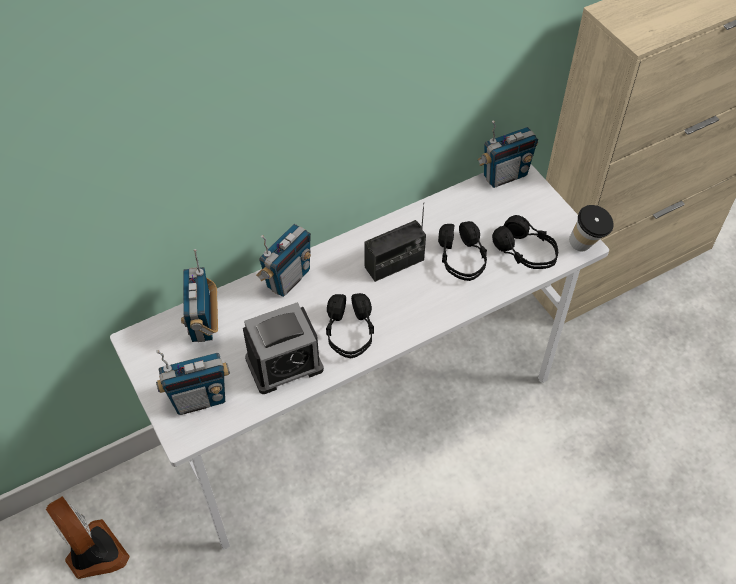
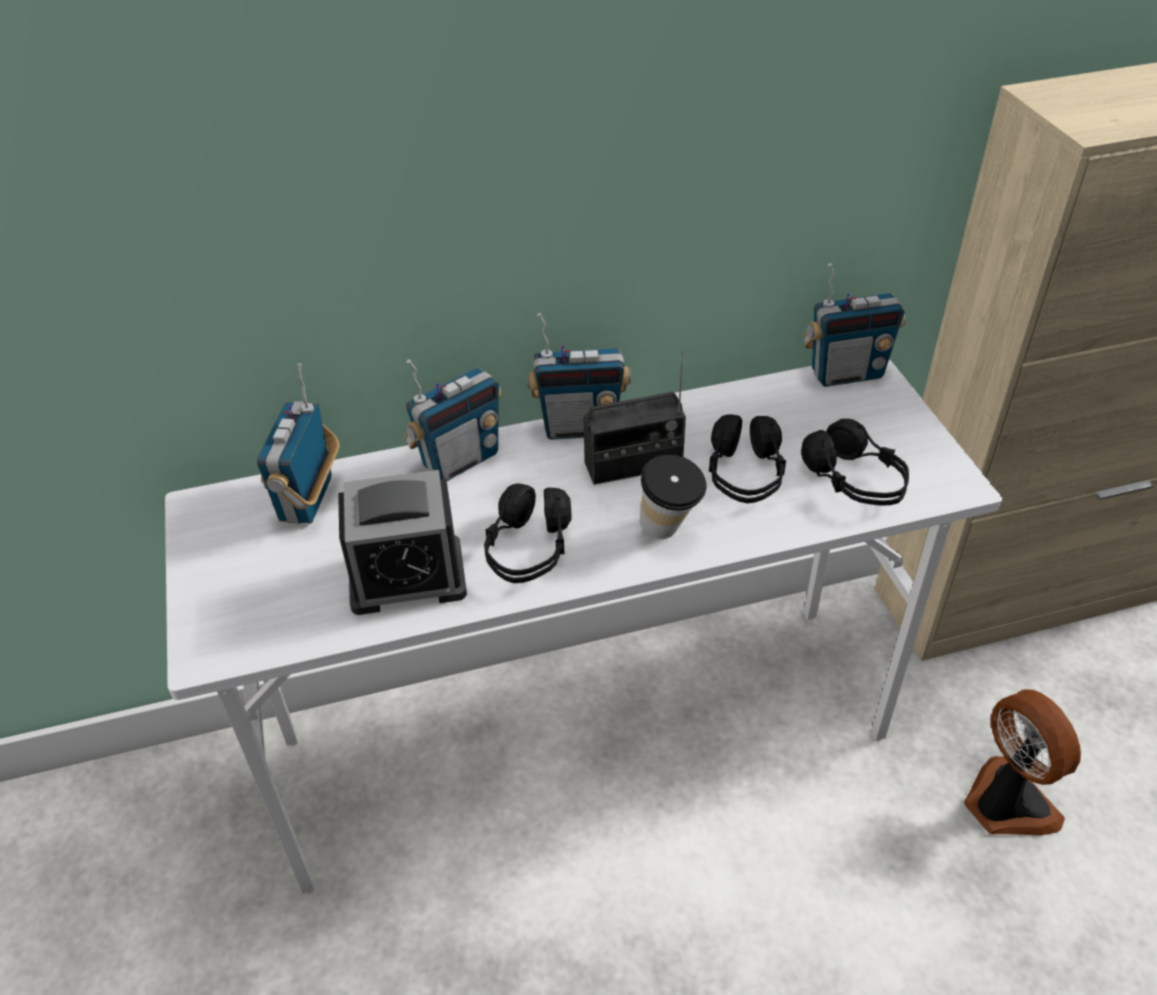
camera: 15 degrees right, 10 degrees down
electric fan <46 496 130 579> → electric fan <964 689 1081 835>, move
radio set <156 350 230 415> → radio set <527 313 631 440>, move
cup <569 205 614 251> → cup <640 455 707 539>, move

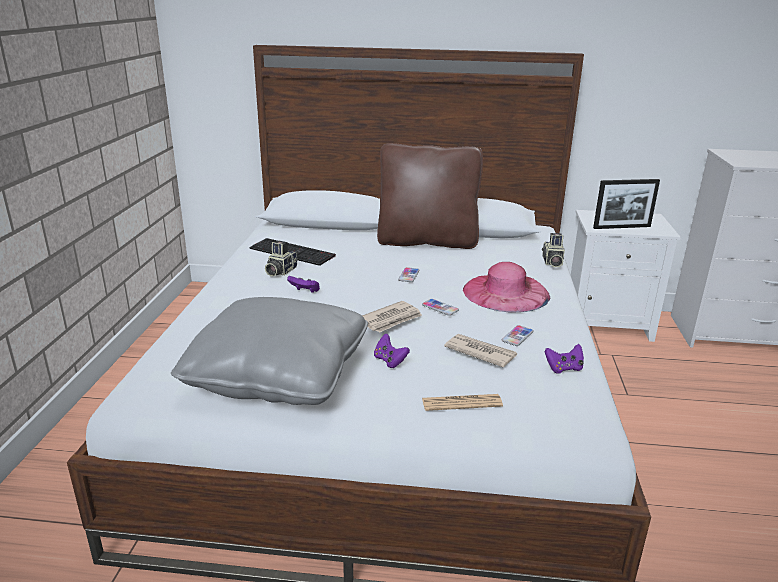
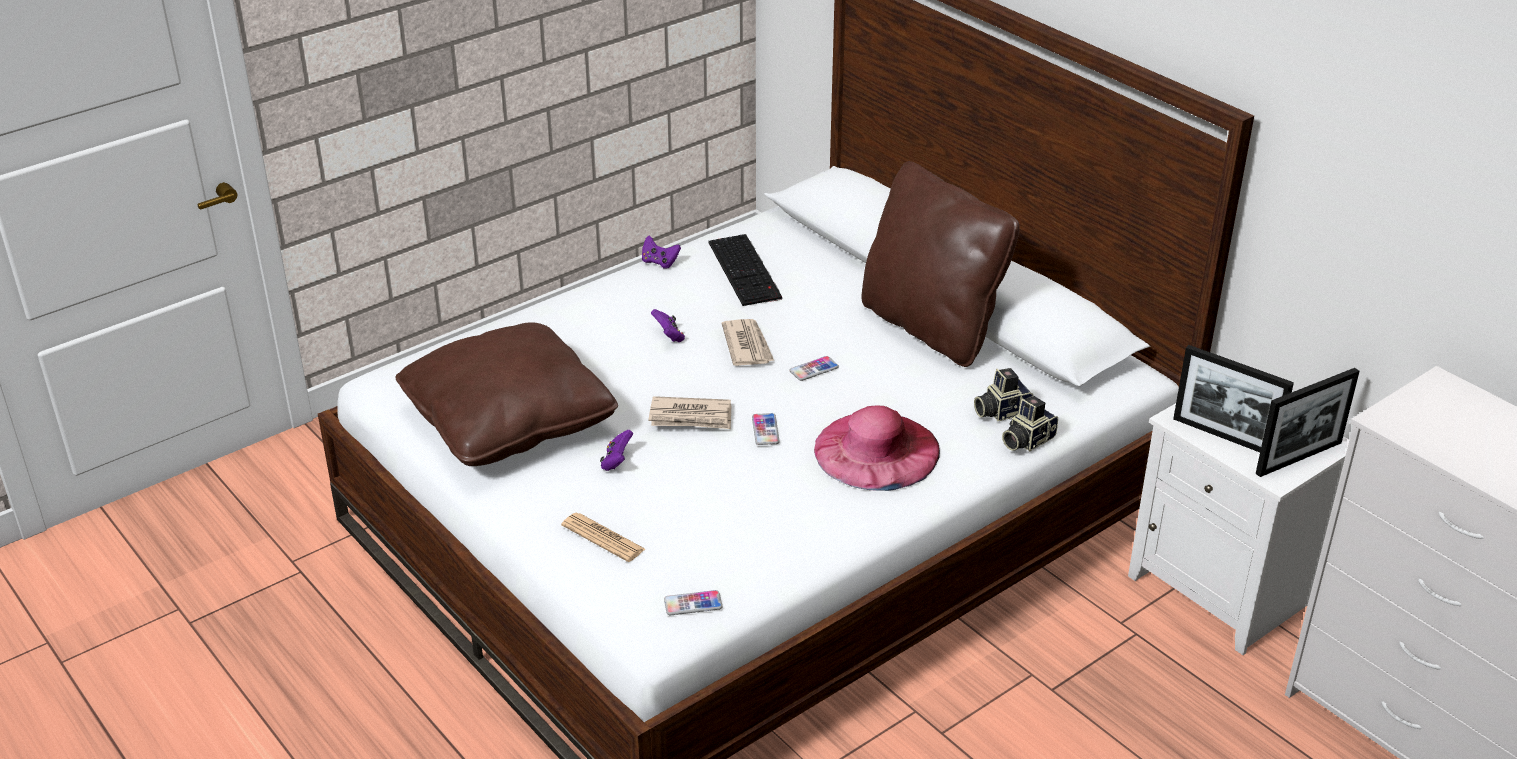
camera: 45 degrees right, 10 degrees up
greyish cushion <171 297 368 405> → brown-coloured cushion <395 322 618 466>
photo camera <265 241 297 276> → photo camera <974 368 1033 421>, move
newspaper <444 334 517 368> → newspaper <722 319 774 366>, move
handset <501 325 534 346> → handset <664 590 722 615>, move
purple game controller <544 344 584 374> → purple game controller <642 236 681 269>, move
- → picture frame <1256 368 1360 477>

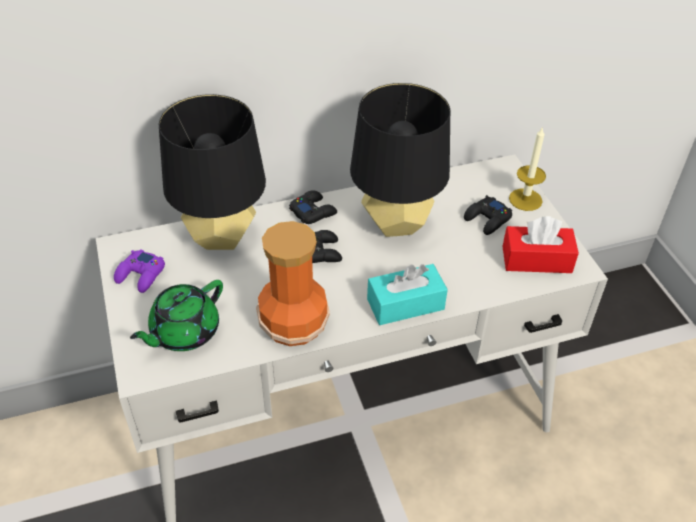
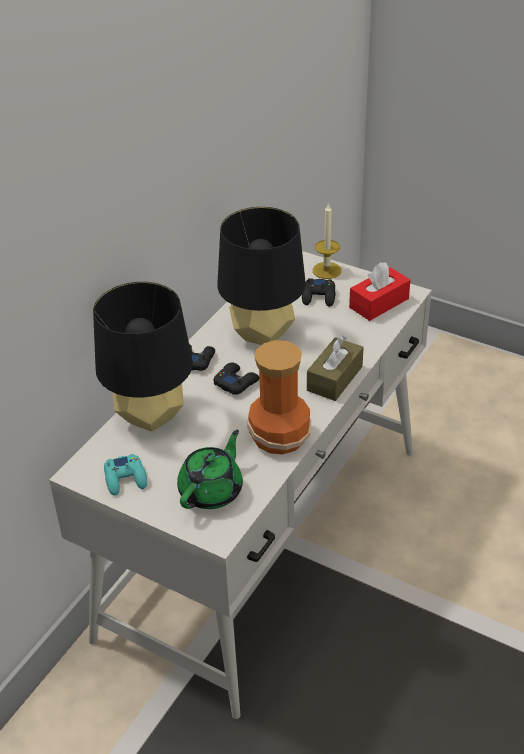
camera: 40 degrees left, 5 degrees down
purple game controller <114 249 165 293> → turquoise-coloured game controller <104 454 147 496>
greenish teapot <130 280 223 351> → greenish teapot <177 430 243 509>, 150 degrees counterclockwise
turquoise-coloured tissue box <367 264 448 325> → brown-coloured tissue box <307 335 364 401>

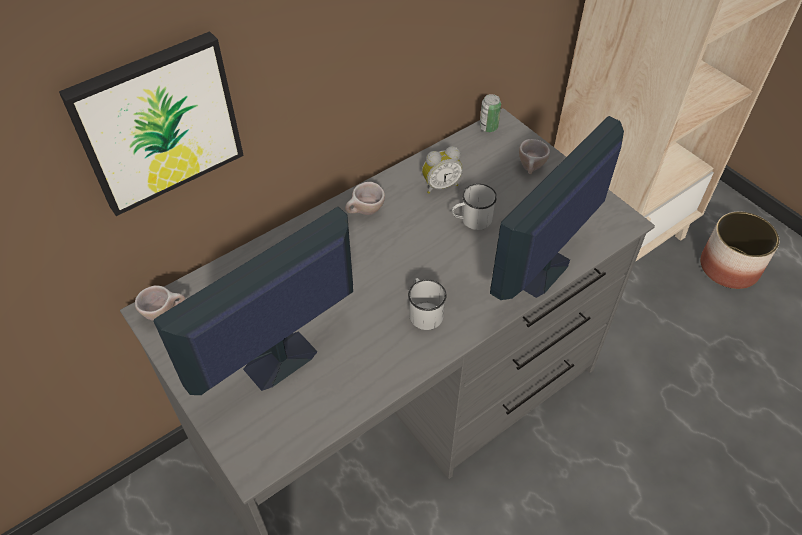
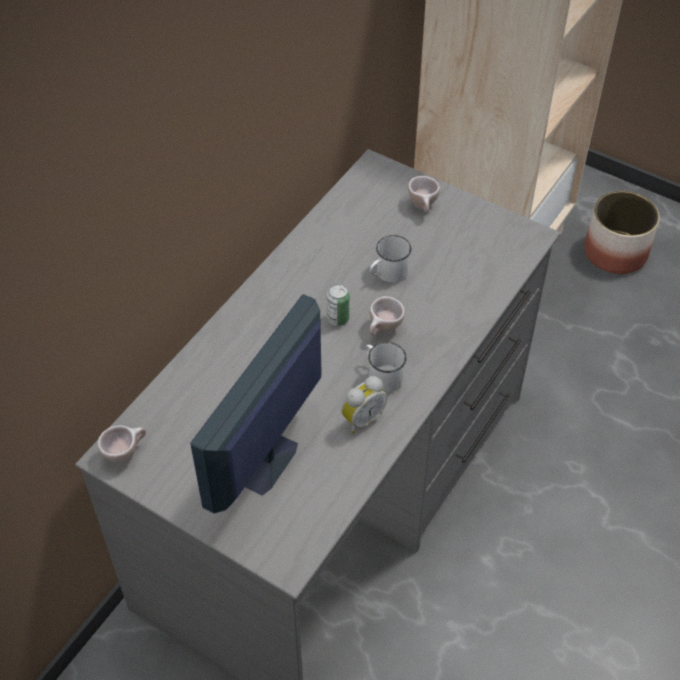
camera: 20 degrees left, 0 degrees up
wall art <59 31 244 216> → -
beige cup <345 182 385 215> → beige cup <369 296 405 336>, move
table clock <422 146 463 194> → table clock <341 376 387 434>, move
metal can <479 94 501 132> → metal can <327 284 350 326>, move
monitor <490 116 624 300> → -

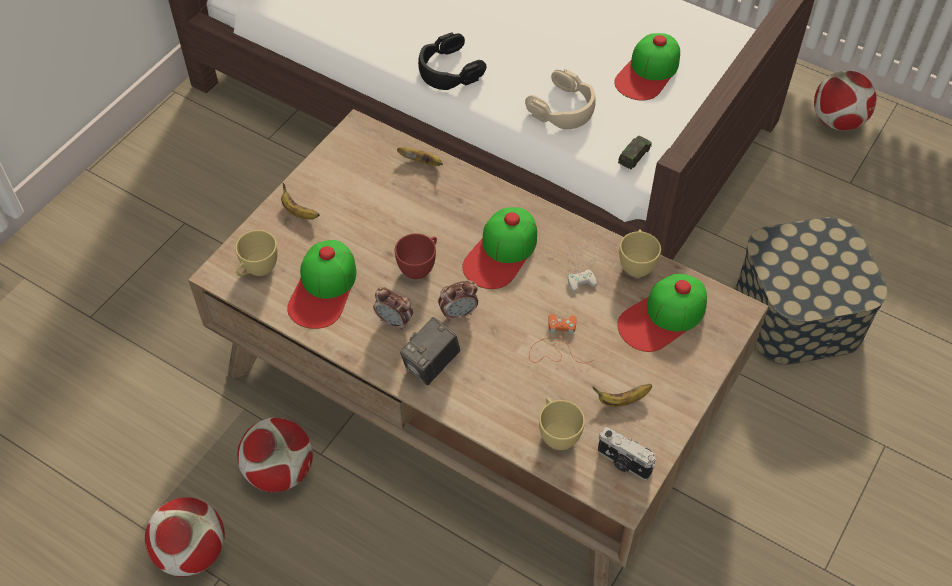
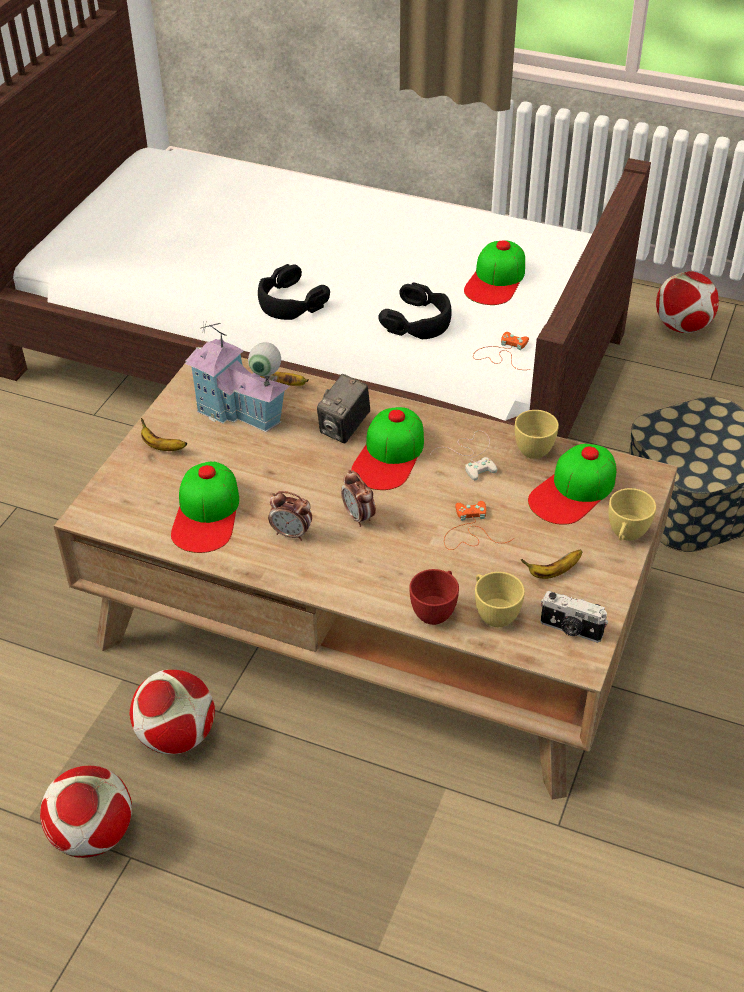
camera: 10 degrees left, 10 degrees down
yellowish cup <235 230 278 276> → yellowish cup <609 488 656 541>, move
red-coloured cup <395 233 437 279> → red-coloured cup <409 569 459 625>, move
photo camera <400 317 460 385> → photo camera <317 374 370 444>, move
table clock <438 280 478 321> → table clock <341 470 376 527>, 90 degrees clockwise
beige headphones <525 69 596 129> → blackish headphones <378 282 452 339>
miniature car <618 136 652 169> → orangey game controller <473 332 531 370>
- → toy house <185 323 290 432>

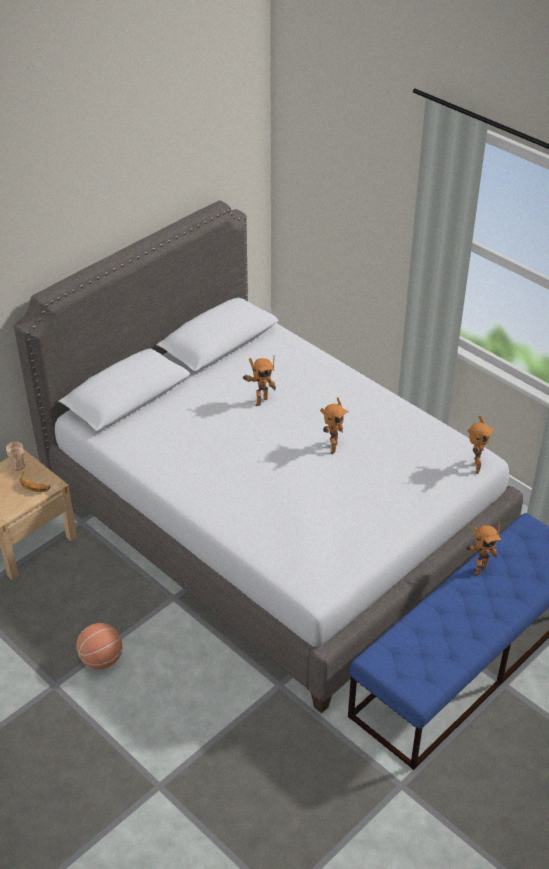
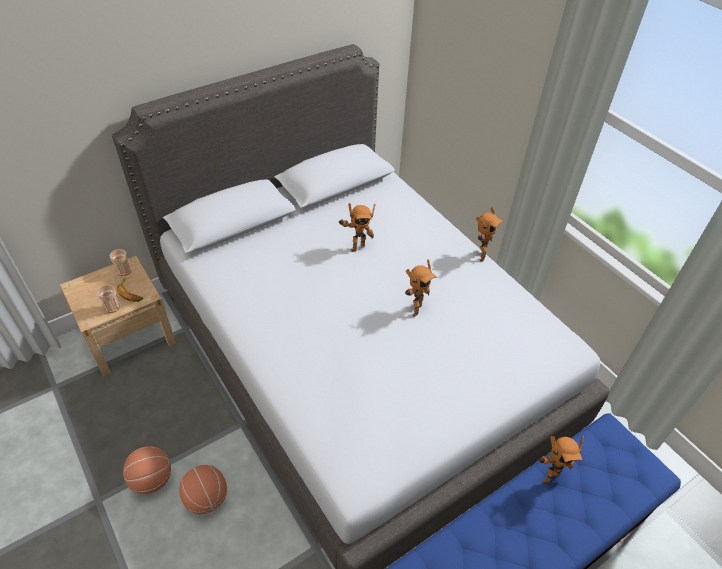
camera: 10 degrees right, 5 degrees up
toy robot <467 416 495 474> → toy robot <476 207 504 262>, move
- → cup <97 285 120 313>
- → ball for basketball <179 465 227 514>

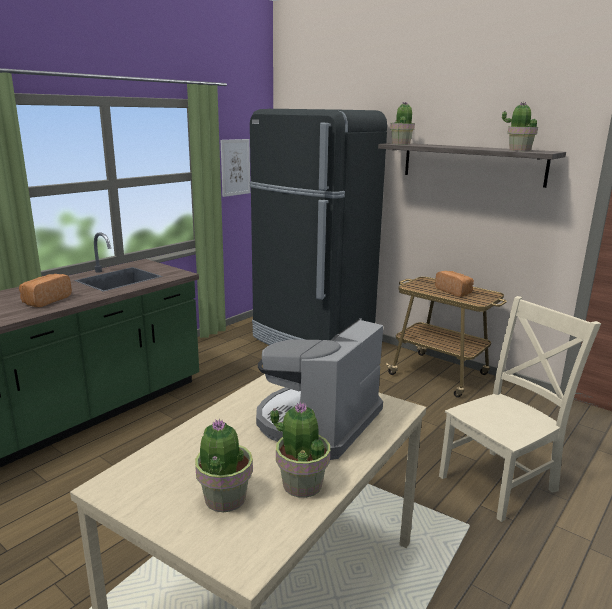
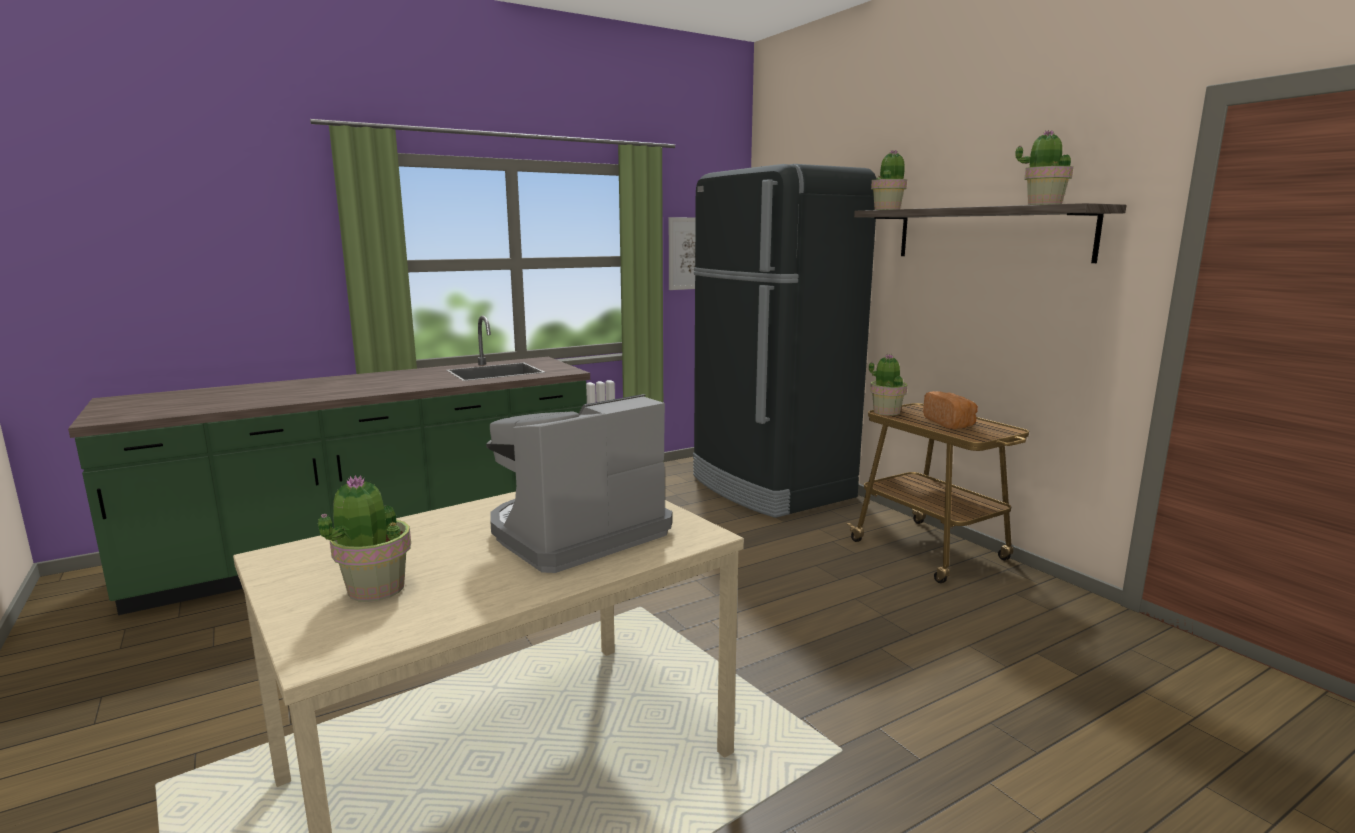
camera: 20 degrees right, 5 degrees down
bakery bread <19 274 72 307> → -
potted plant <270 402 330 498> → potted plant <869 354 907 415>, move
beige upright chair <439 296 601 522> → -

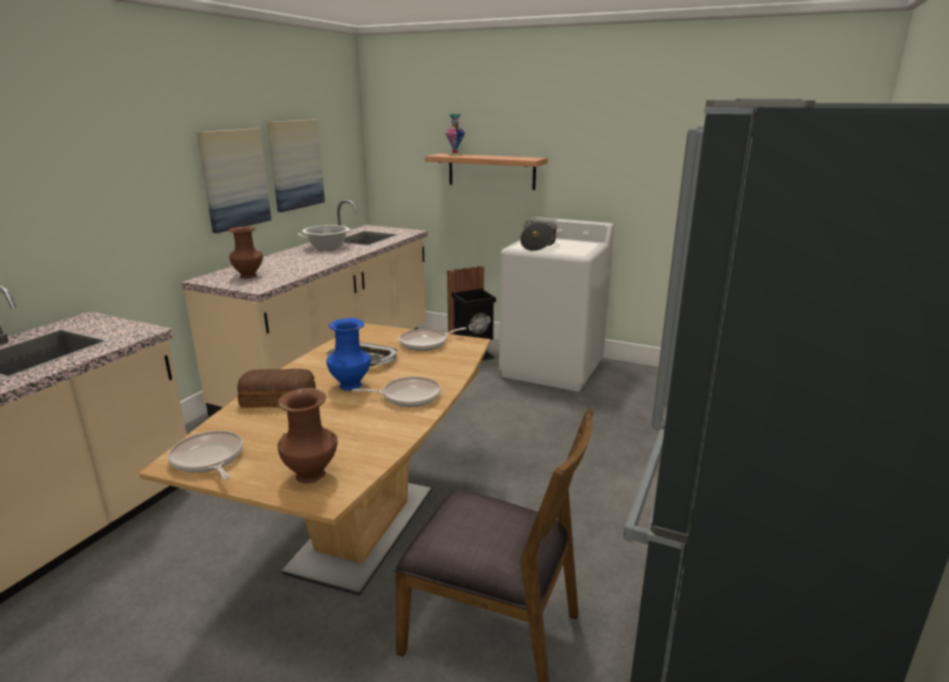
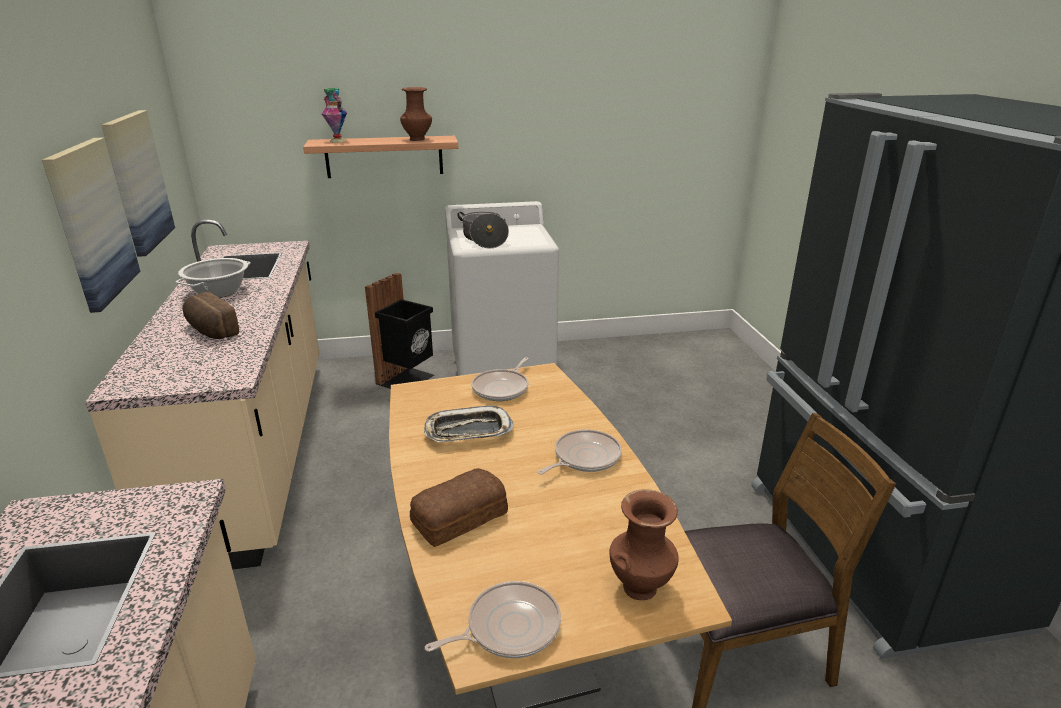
camera: 35 degrees left, 5 degrees up
frying pan <168 431 243 480> → frying pan <425 581 561 658>, 135 degrees clockwise
brown-coloured vase <229 226 263 278> → brown-coloured vase <400 87 432 141>, move
bluish vase <326 318 371 391> → -
- → bakery bread <182 292 239 339>

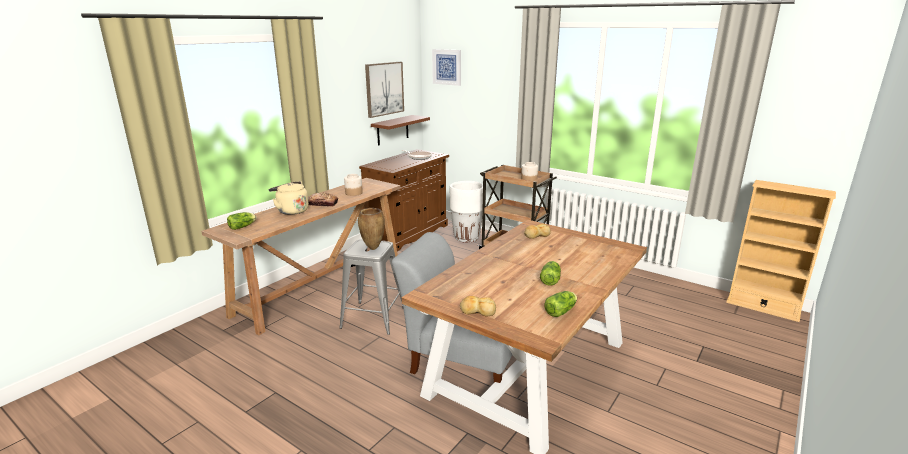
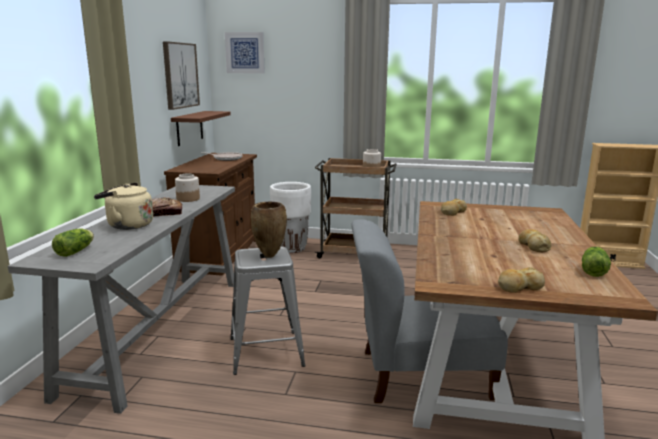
camera: 25 degrees left, 5 degrees down
brown-coloured console table <201 178 400 335> → greyish console table <8 185 235 414>
lettuce <540 261 561 286> → bakery bread <519 229 551 252>

